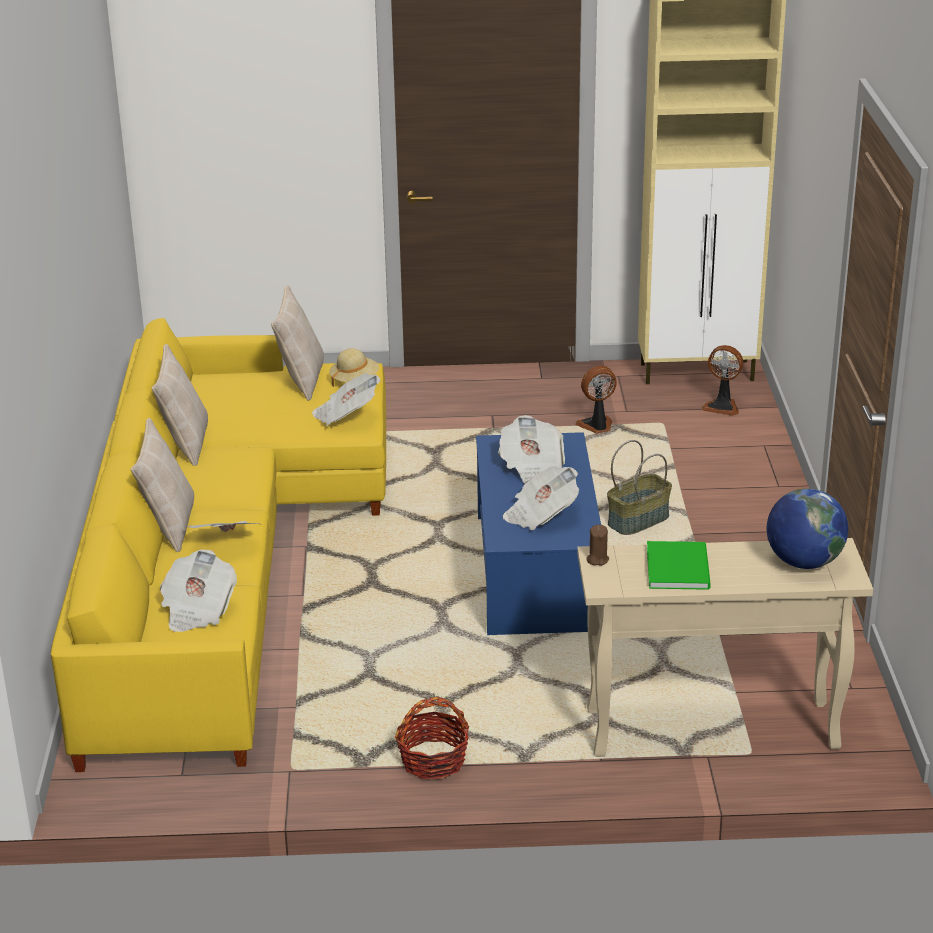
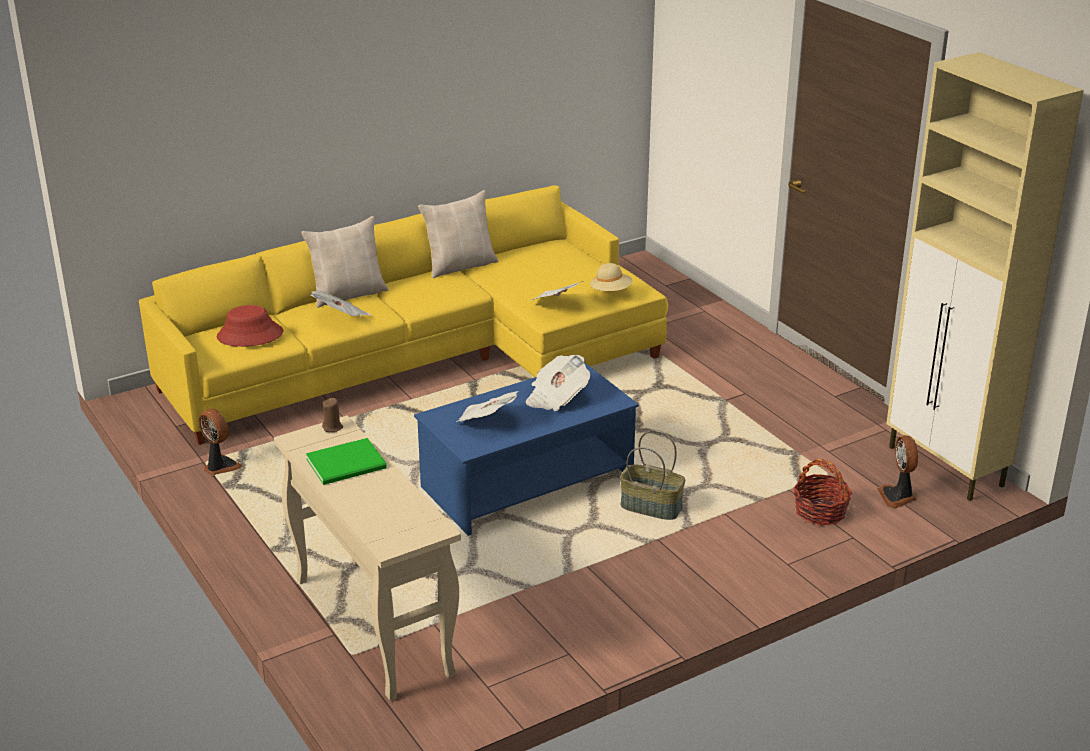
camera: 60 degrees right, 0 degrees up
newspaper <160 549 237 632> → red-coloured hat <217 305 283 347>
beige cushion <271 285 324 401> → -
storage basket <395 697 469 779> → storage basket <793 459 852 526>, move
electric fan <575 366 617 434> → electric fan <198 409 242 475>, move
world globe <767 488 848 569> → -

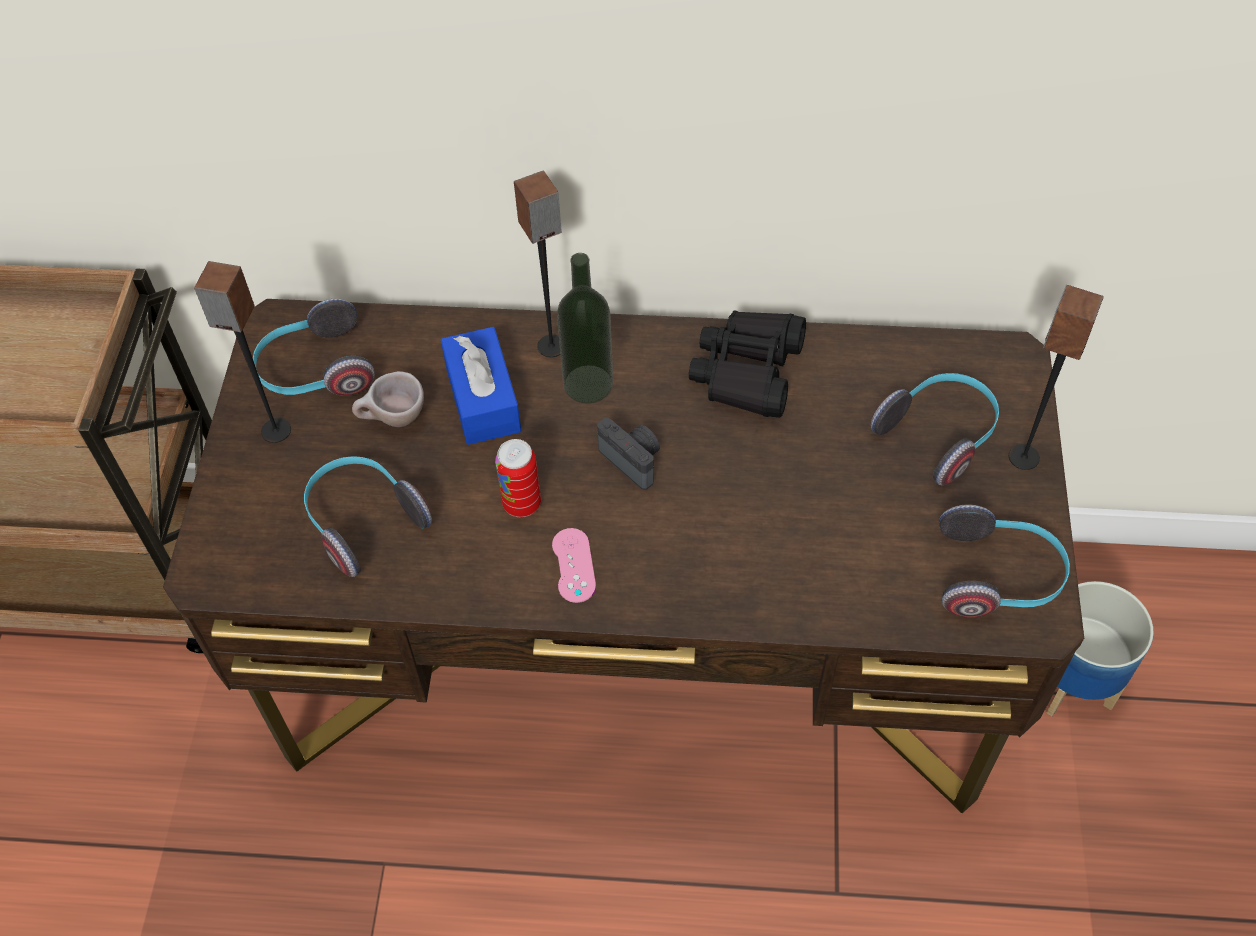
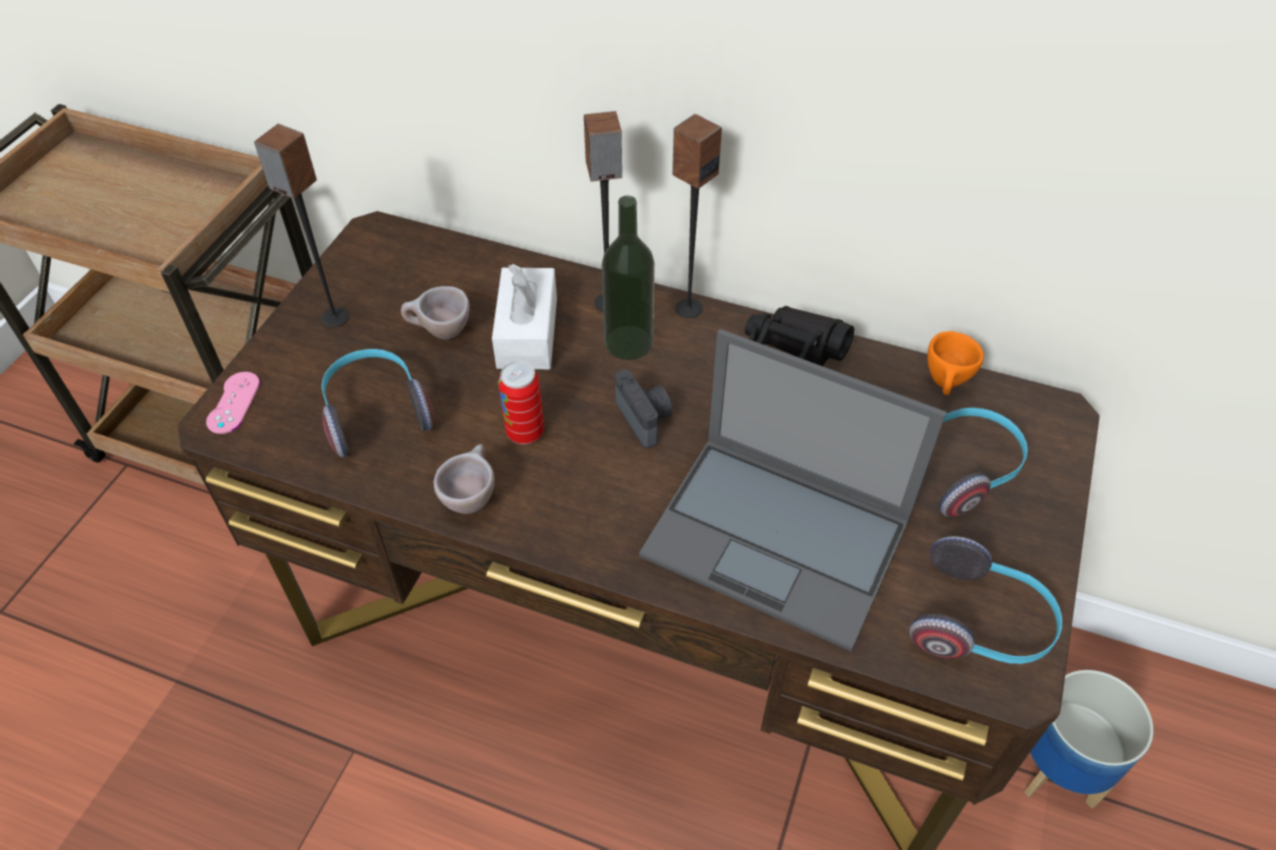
camera: 15 degrees right, 5 degrees down
headphones <253 299 375 396> → -
bluish tissue box <440 327 521 445> → white tissue box <492 264 557 369>
pinkish game controller <552 528 596 603> → pinkish game controller <206 372 260 434>, move
speaker <1009 285 1104 470> → speaker <672 114 722 318>, move
- → beige cup <434 444 495 514>
- → laptop <639 329 946 651>
- → orangey cup <927 331 984 395>

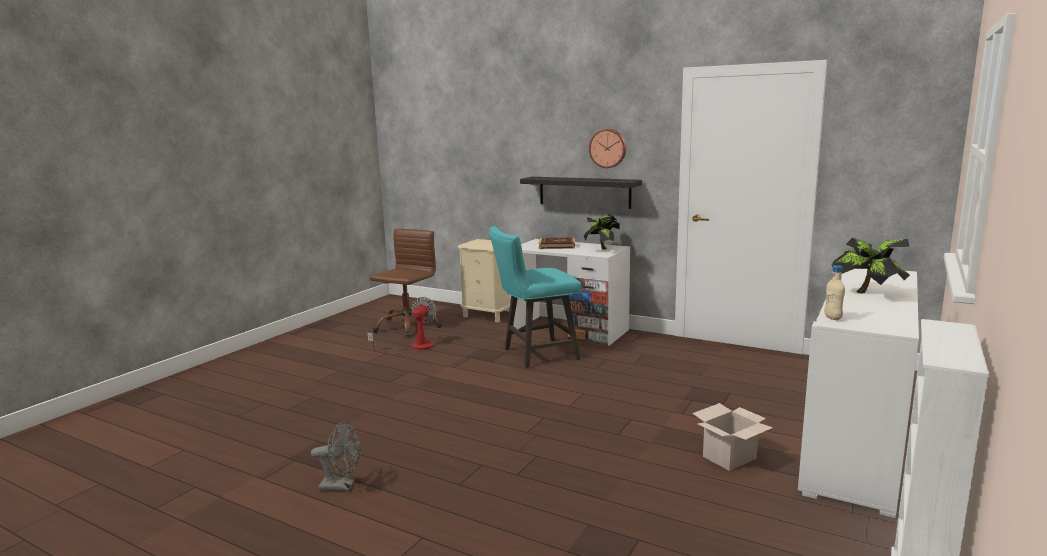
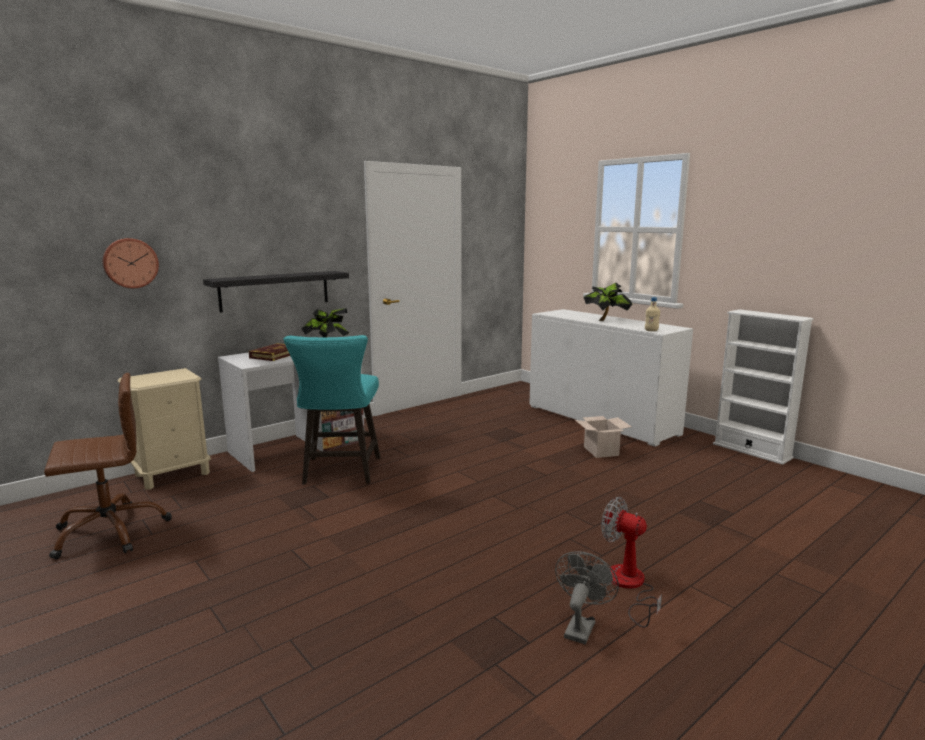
camera: 70 degrees left, 0 degrees up
electric fan <367 297 437 353> → electric fan <601 497 662 628>, move
brown-coloured desk chair <370 229 442 338> → brown-coloured desk chair <44 373 172 560>, 105 degrees clockwise
clock on the wall <589 129 626 168> → clock on the wall <103 238 159 288>, move

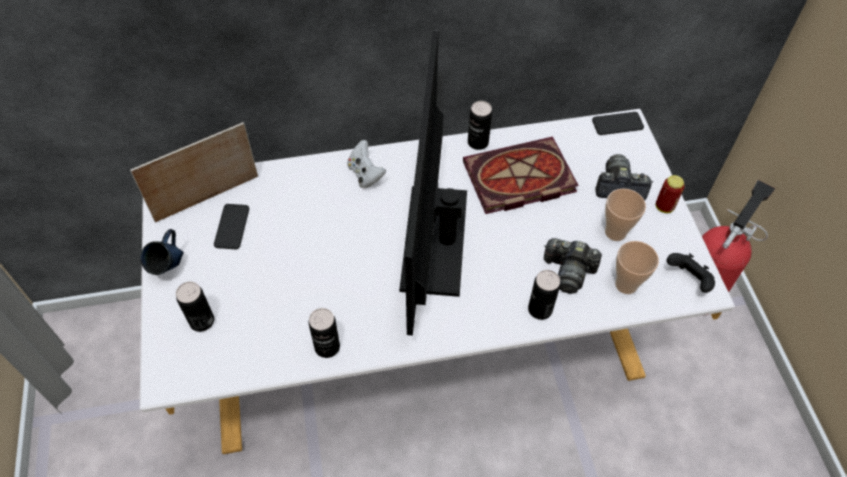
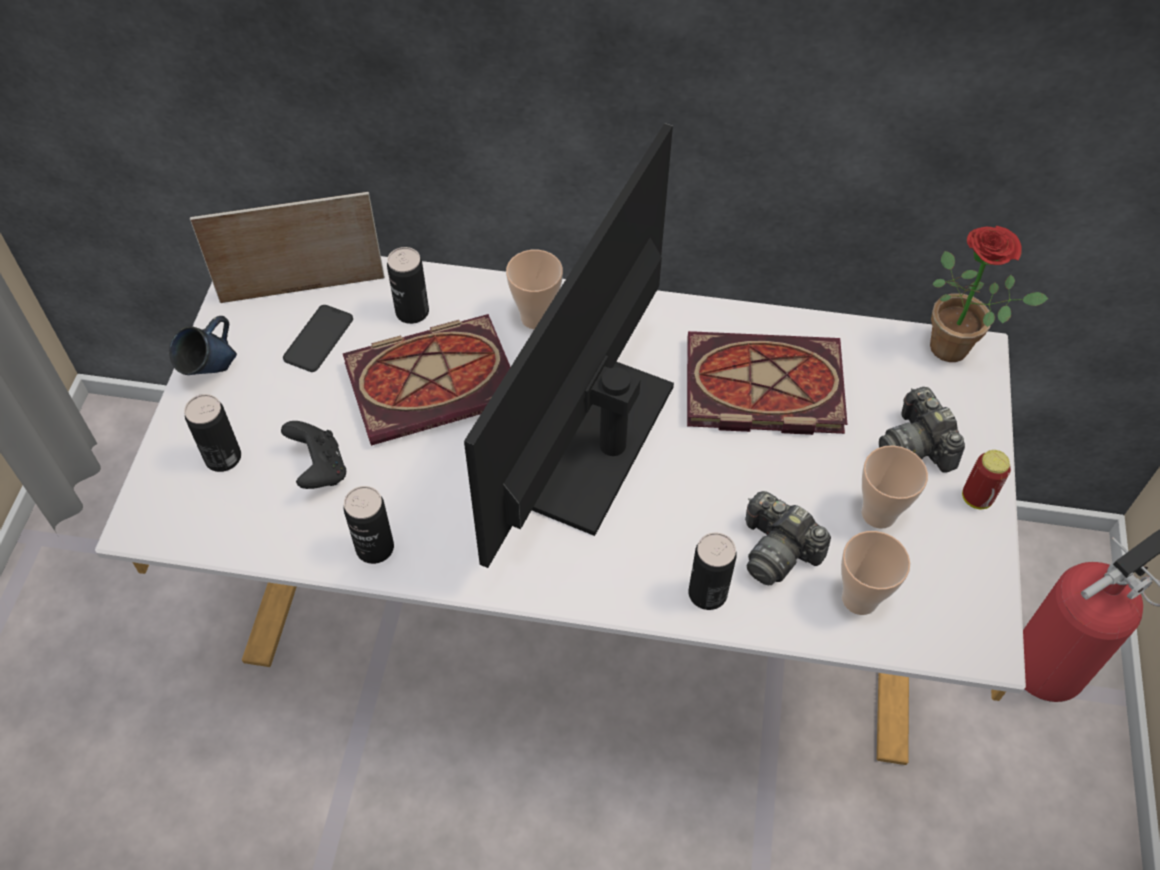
camera: 20 degrees right, 0 degrees up
white game controller <347 140 386 189> → cup <506 250 563 329>
metal can <468 101 492 150> → metal can <387 247 429 324>, move
handset <592 112 644 135> → potted plant <930 226 1049 362>
photo camera <596 154 653 201> → photo camera <879 387 965 473>, 135 degrees counterclockwise
blackish game controller <667 253 715 293> → blackish game controller <281 421 346 489>, move
- → book <342 314 510 446>

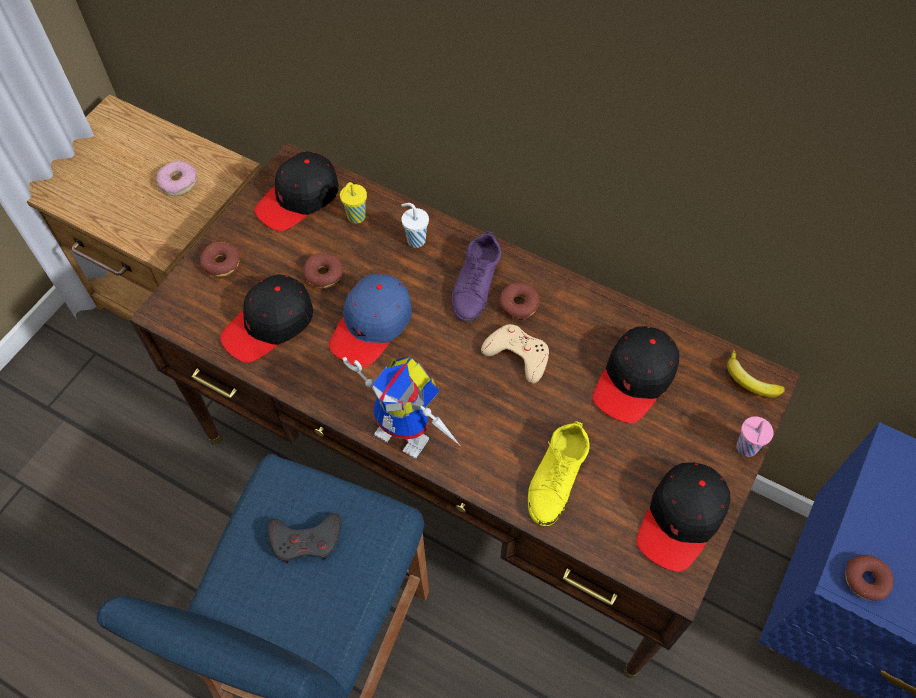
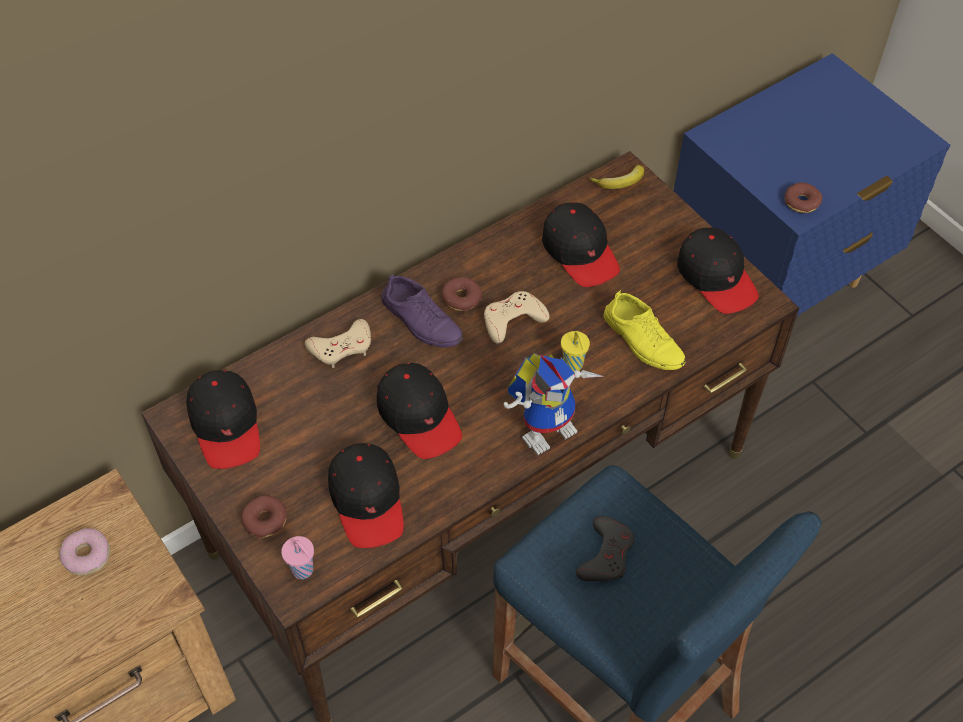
camera: 65 degrees left, 5 degrees down
doughnut <303 253 343 288> → -
bluish peaked cap <329 274 412 367> → blackish peaked cap <377 363 462 459>
yellowish cup <340 182 367 224> → yellowish cup <561 331 590 371>, move
white cup <401 203 429 248> → beige game controller <305 319 371 368>
pinkish cup <736 416 774 457> → pinkish cup <281 536 314 579>, move

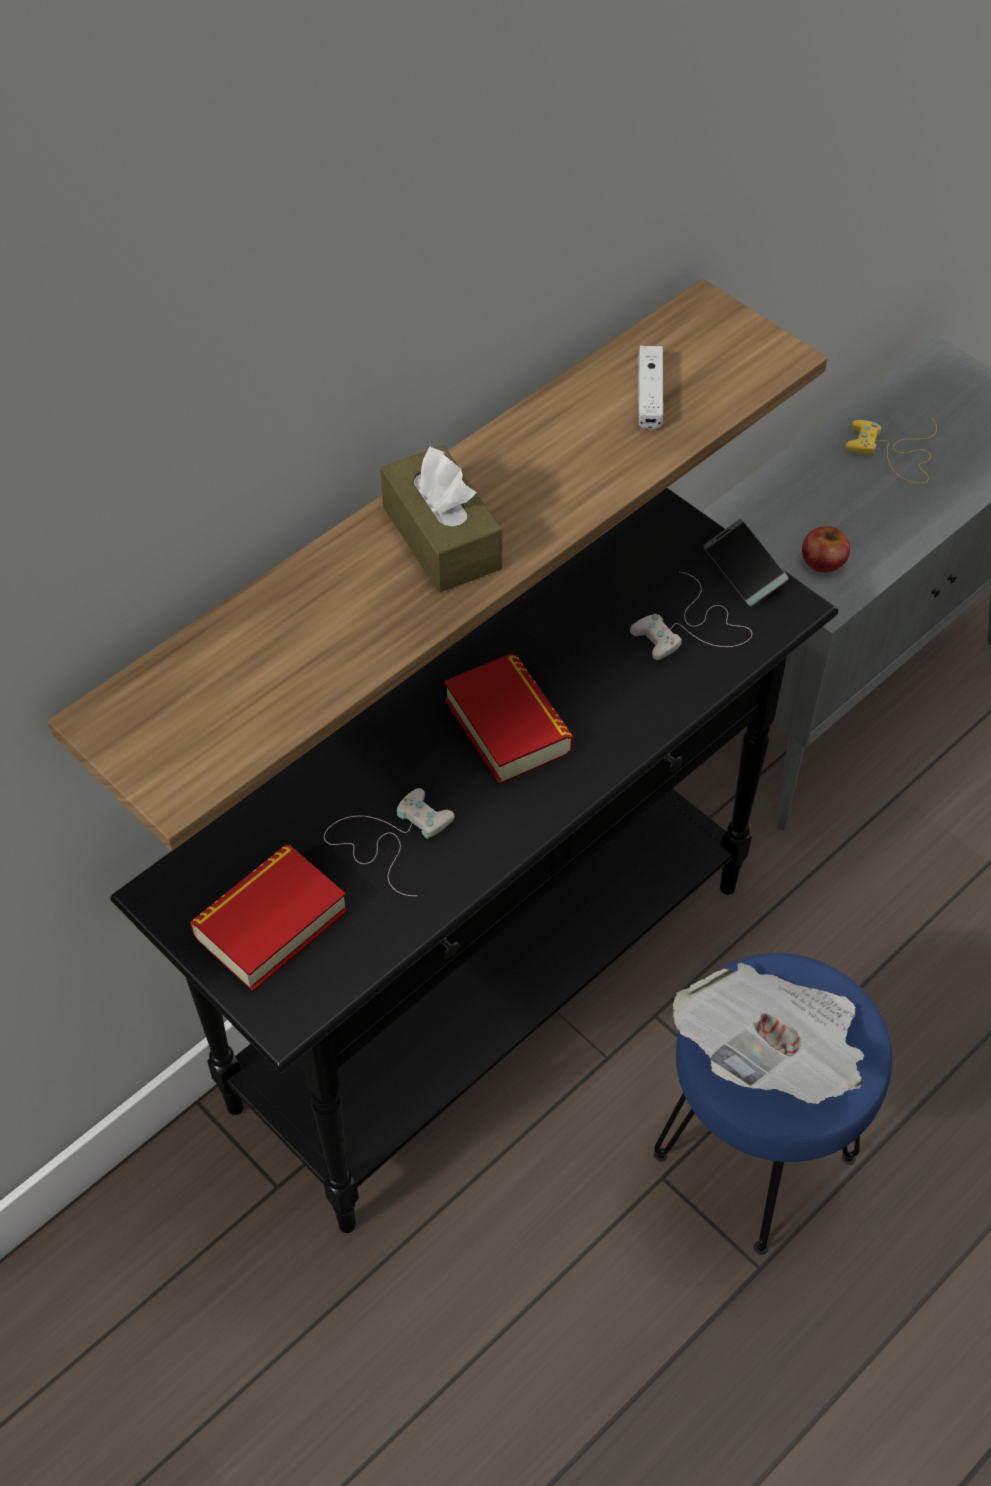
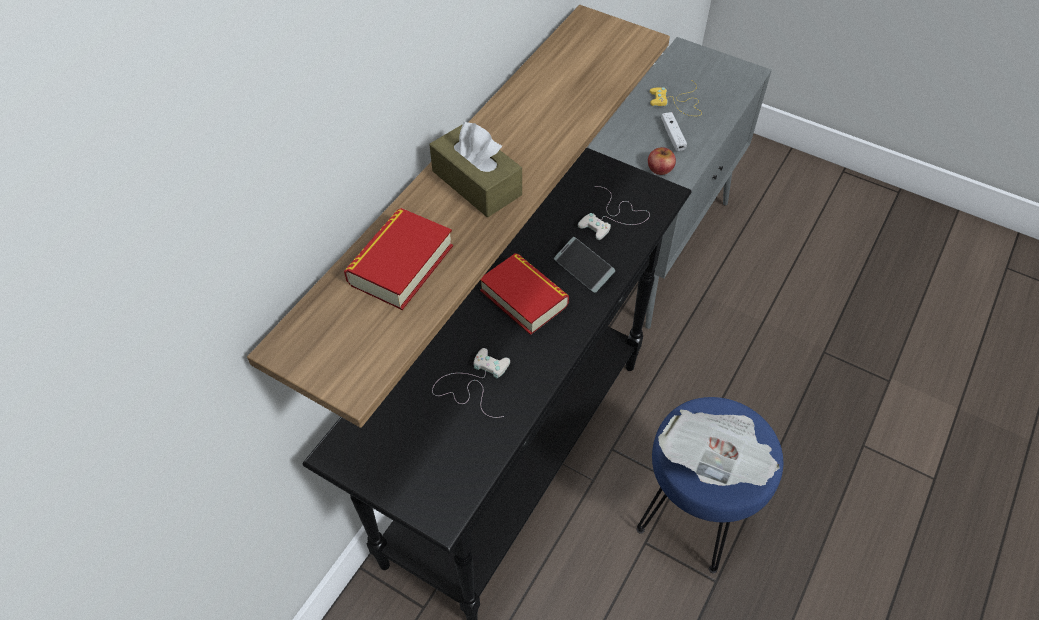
camera: 15 degrees left, 0 degrees up
book <190 845 348 992> → book <344 208 453 310>, move
white game controller <638 346 663 429> → white game controller <661 112 687 151>, move
handset <704 519 788 606> → handset <554 237 615 293>, move

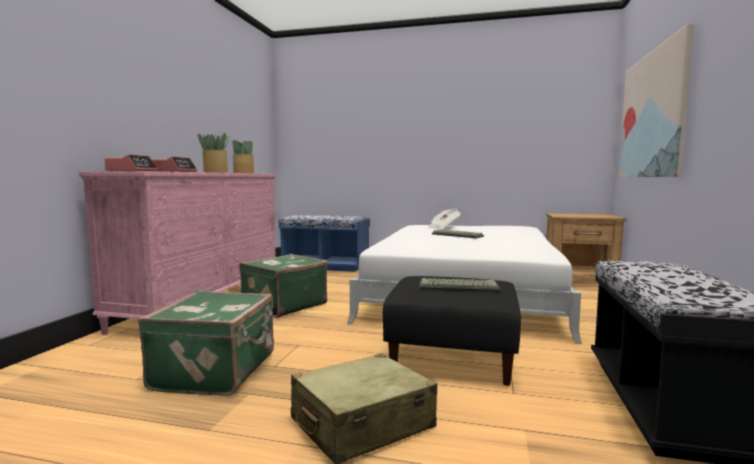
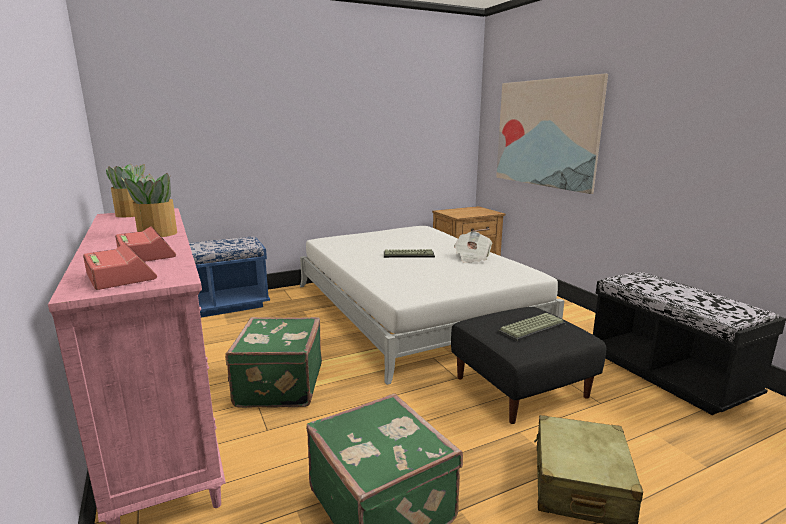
camera: 40 degrees left, 10 degrees up
newspaper <428 208 461 228> → newspaper <454 231 493 263>, move

